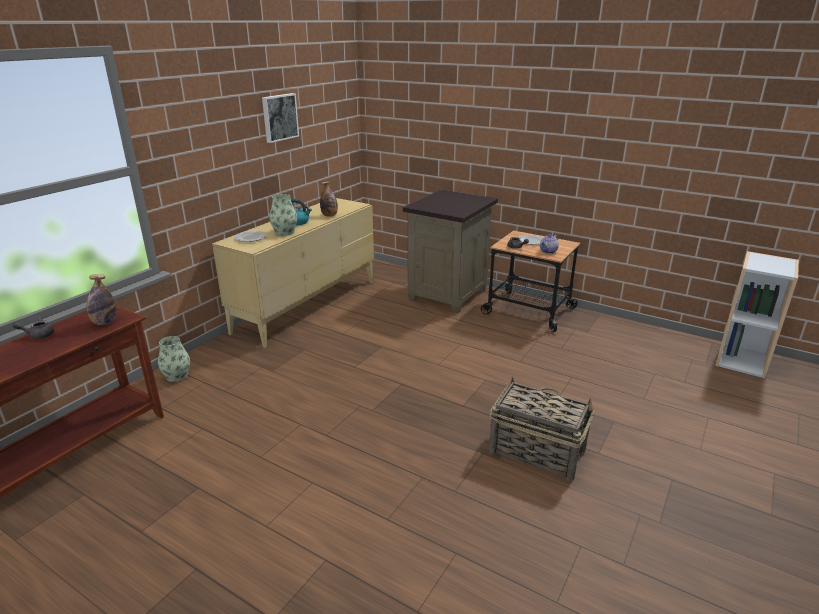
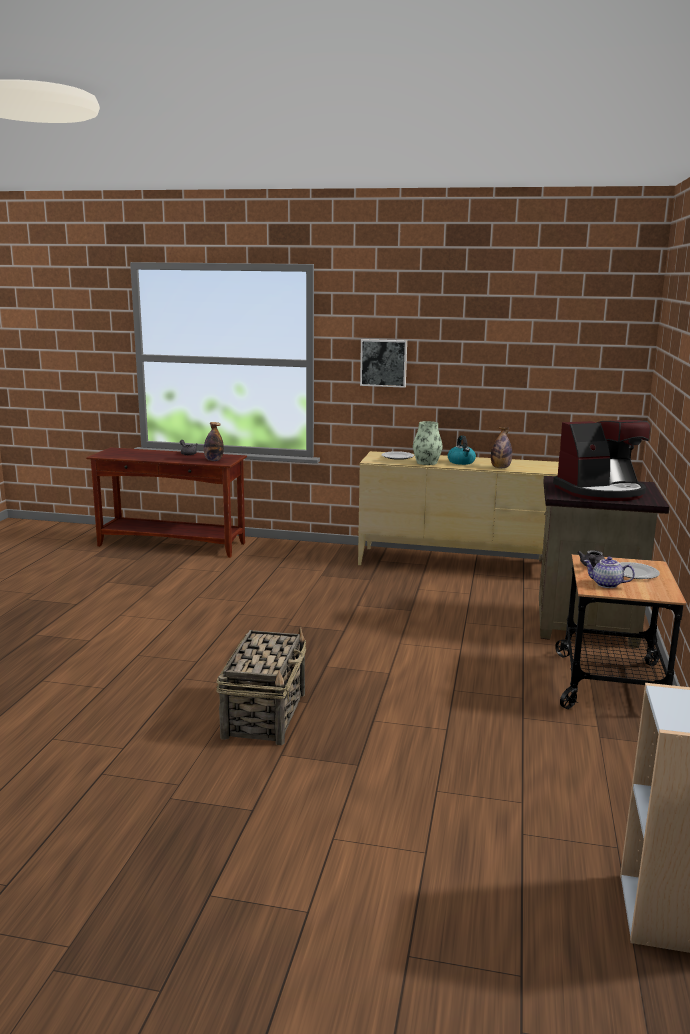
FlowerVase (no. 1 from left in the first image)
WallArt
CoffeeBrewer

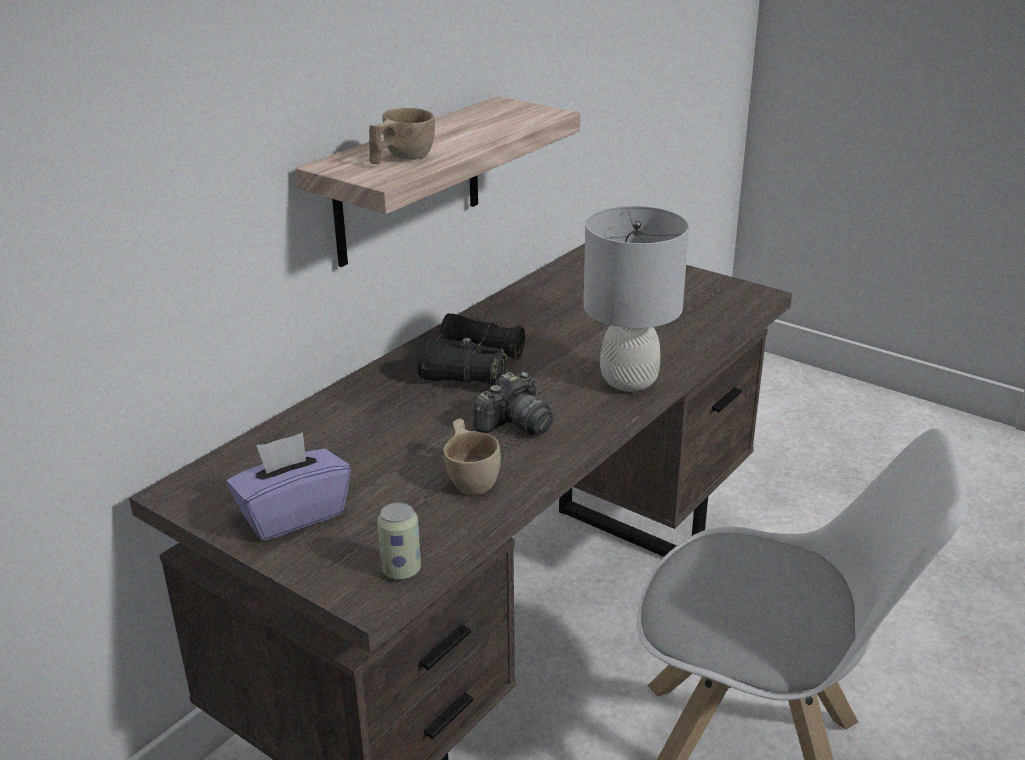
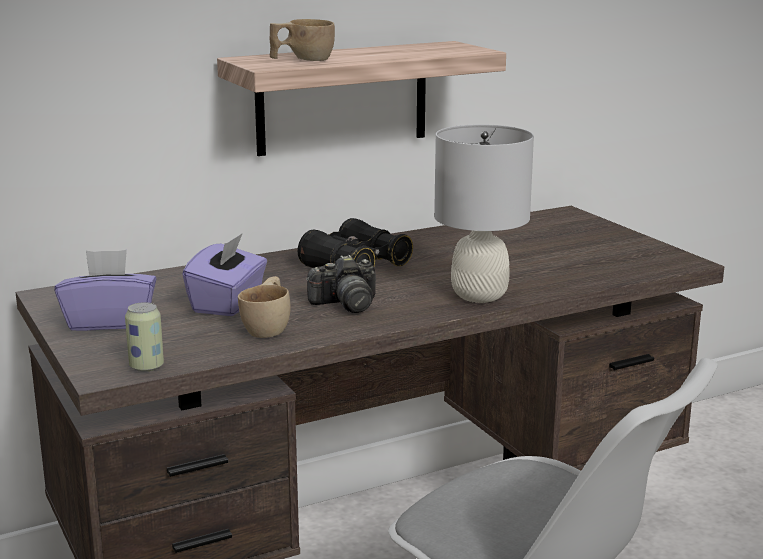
PurplishTissueBox (no. 2 from left)

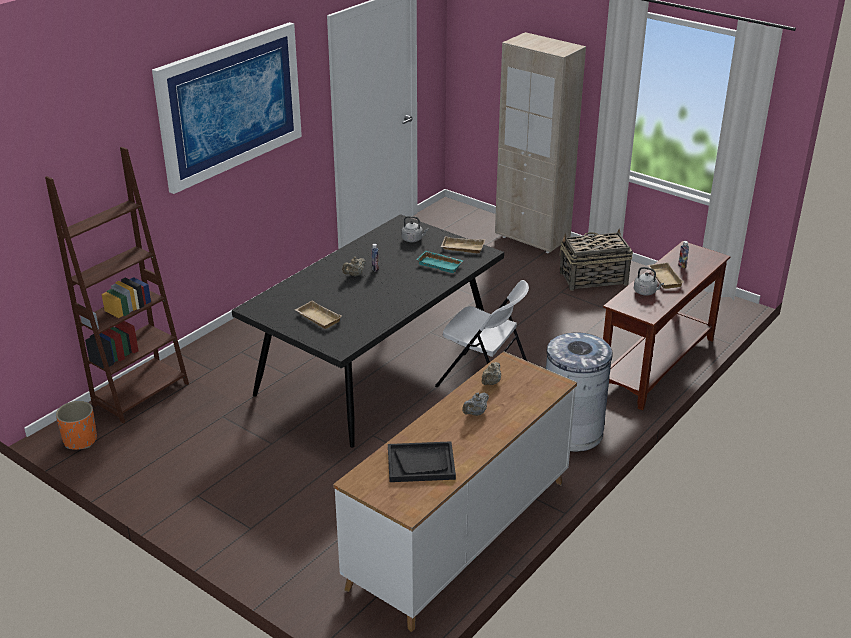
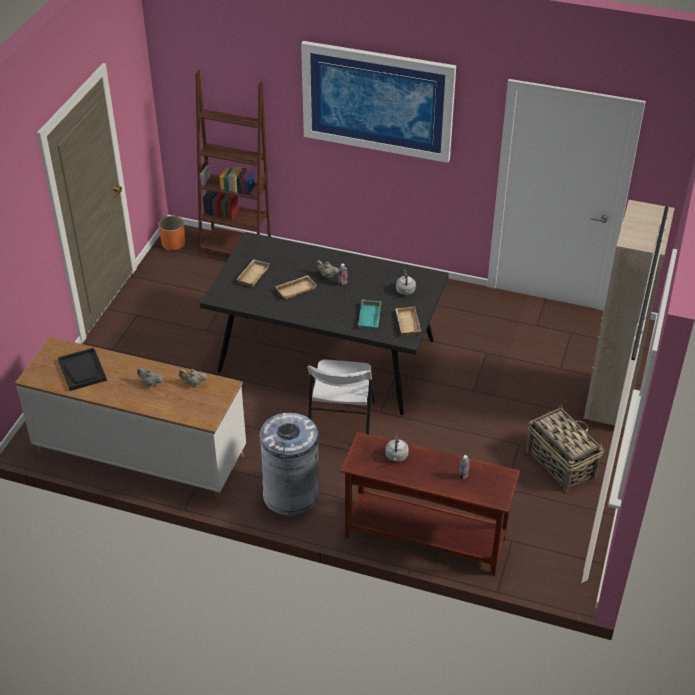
BeigeColouredServingTray (no. 2 from left)

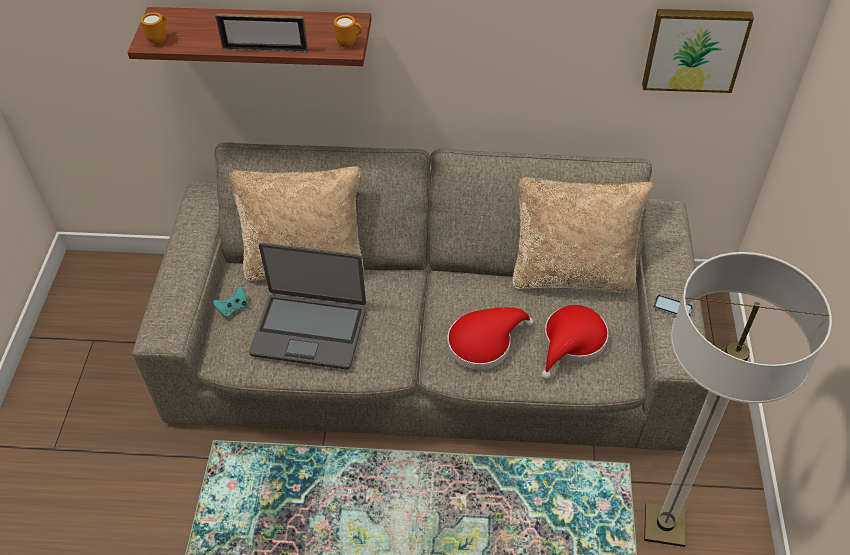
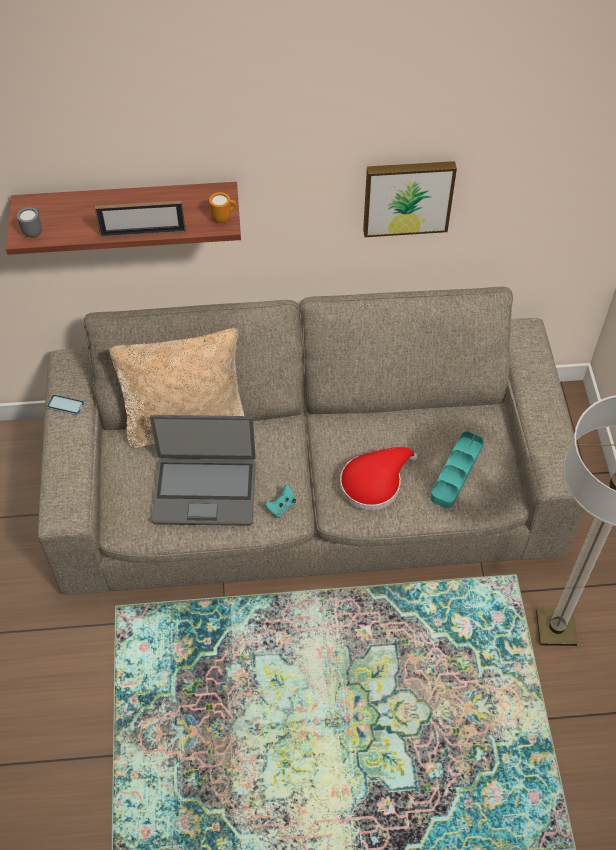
GreyTeaMug
TurquoiseColouredGamepad
BeigeColouredCushion (no. 2 from left in the first image)
TurquoiseColouredServingTray
WallArt
Handset

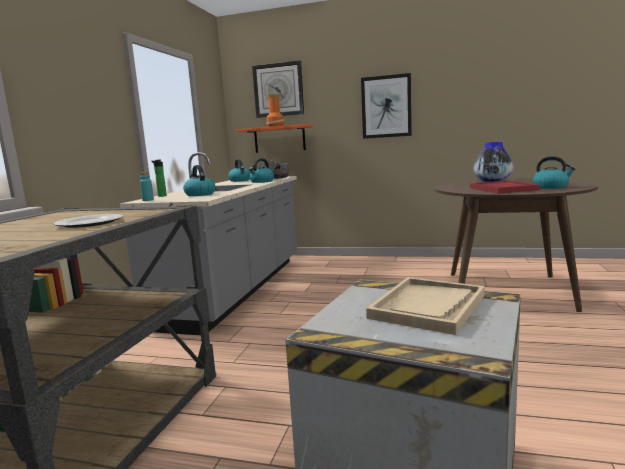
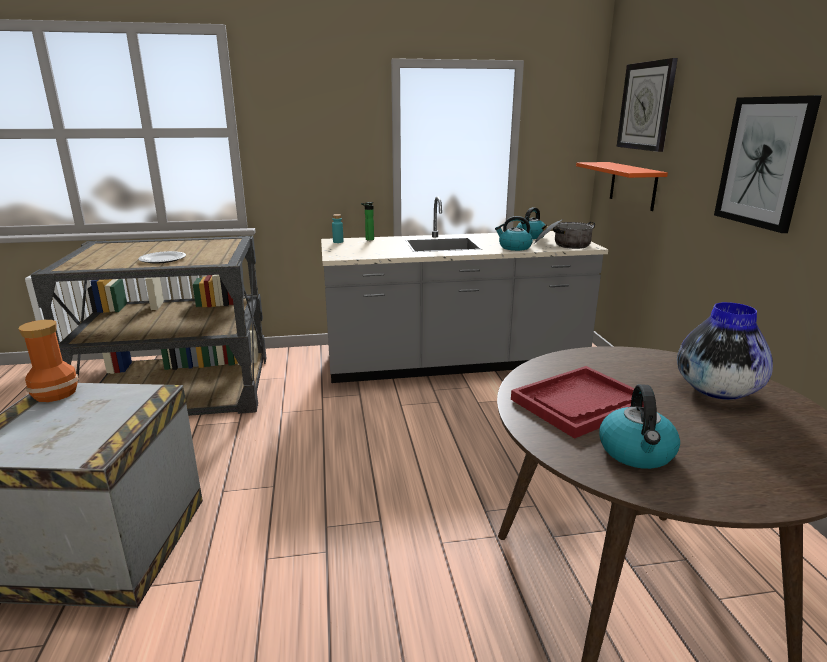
WaterKettle (no. 1 from left in the first image)
FlowerVase (no. 1 from left)
BeigeColouredServingTray

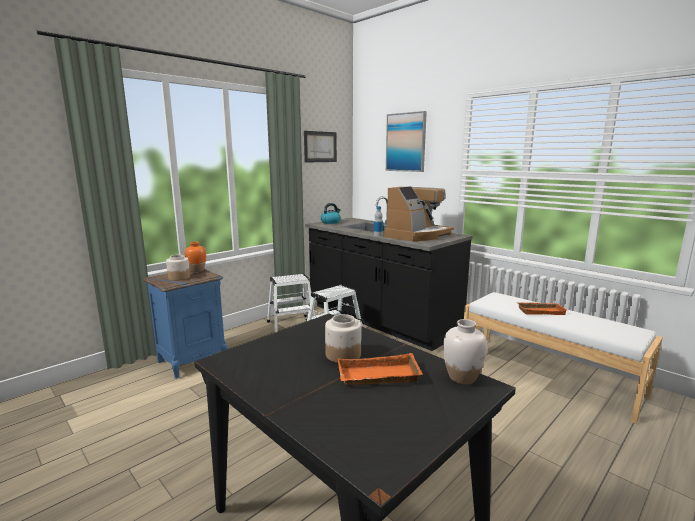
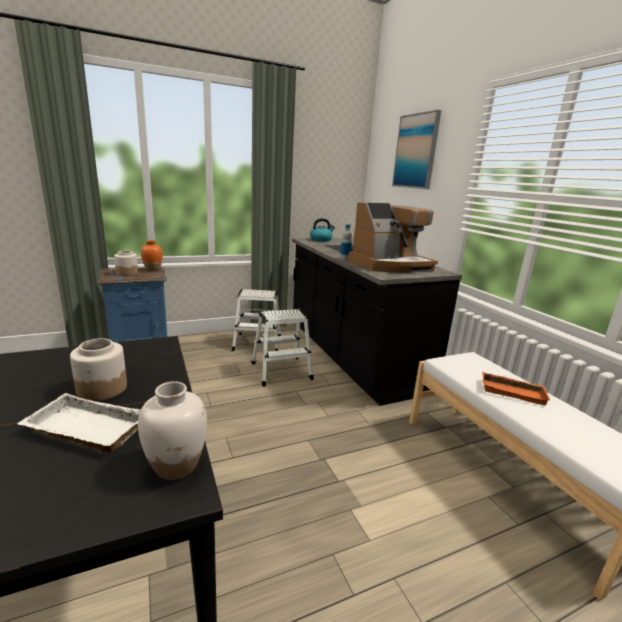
WallArt (no. 1 from left in the first image)
WhiteServingTray

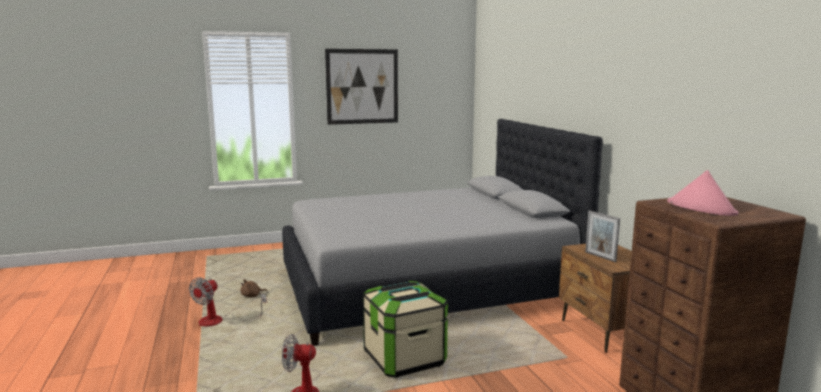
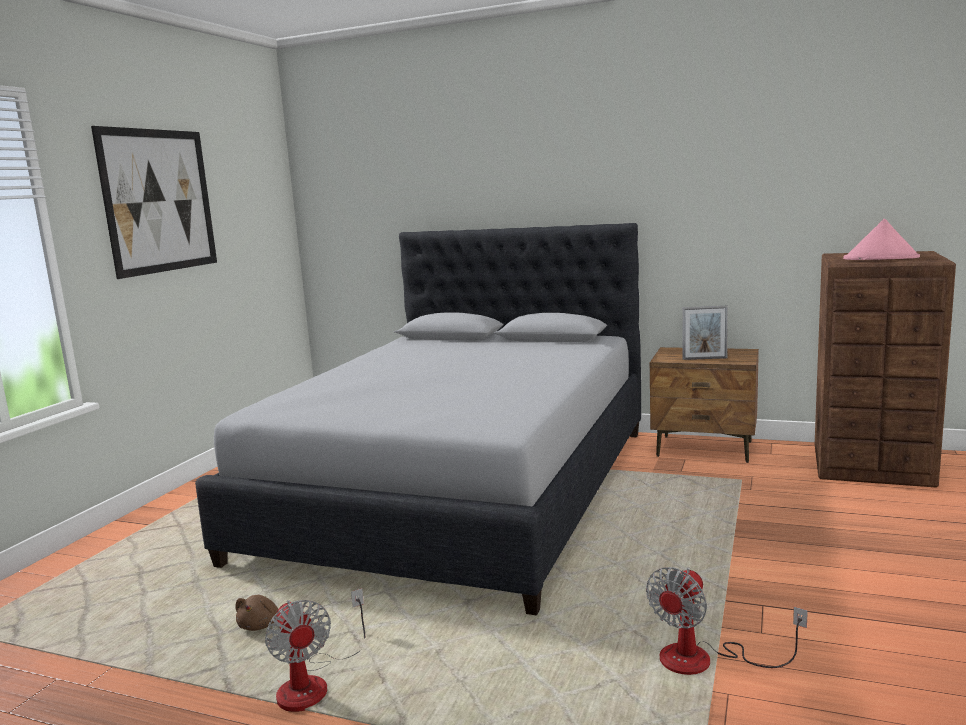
StorageBin

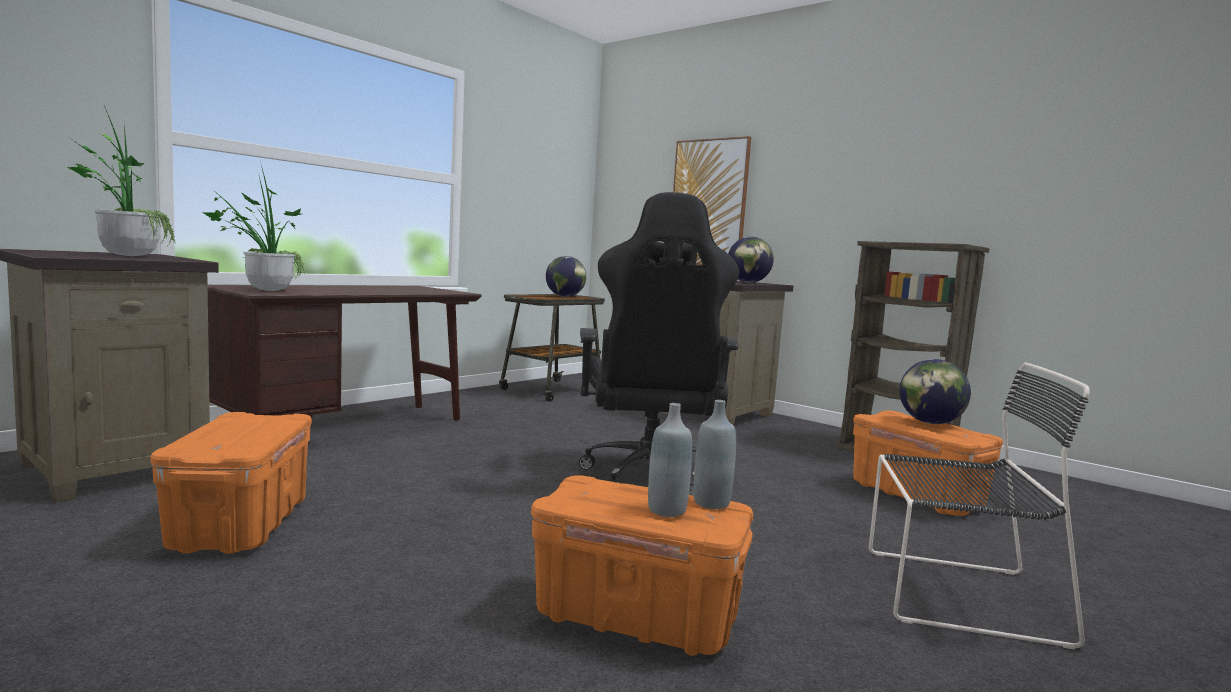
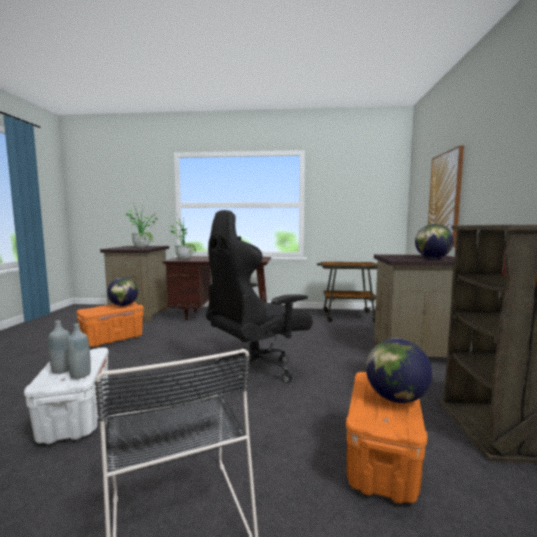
WhiteStorageBin
Globe (no. 1 from left)

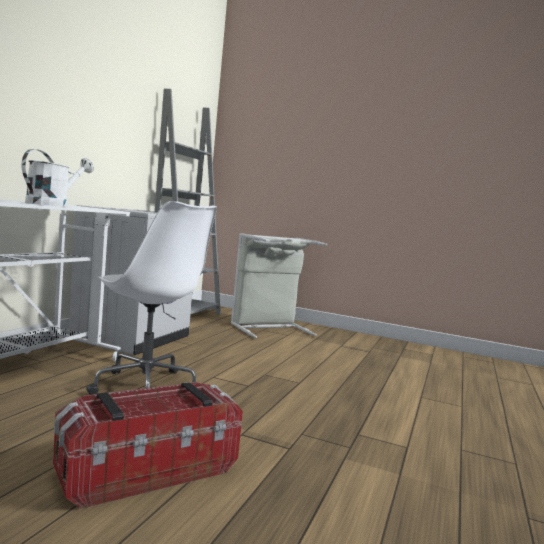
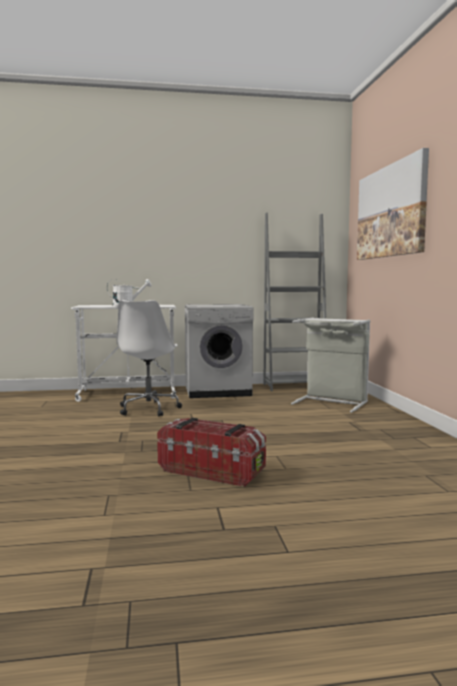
StorageBin
WallArt

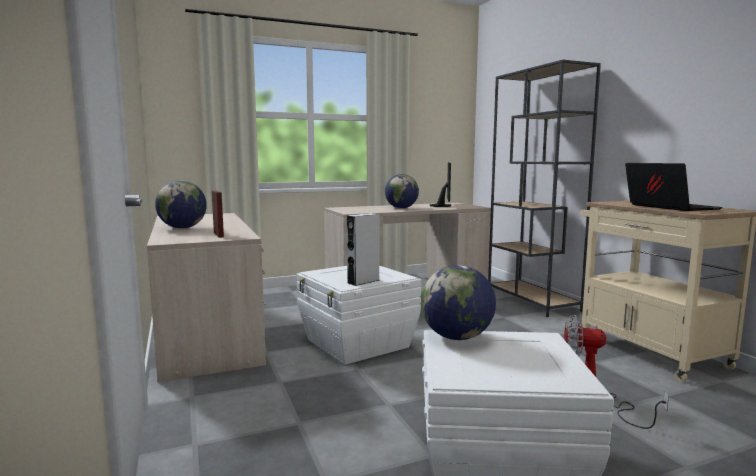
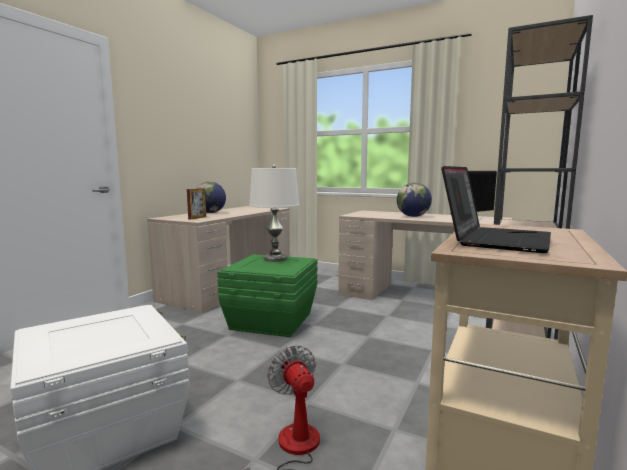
GreenishStorageBin
GreyAudioSpeaker
Globe (no. 3 from left in the first image)
WhiteTableLamp

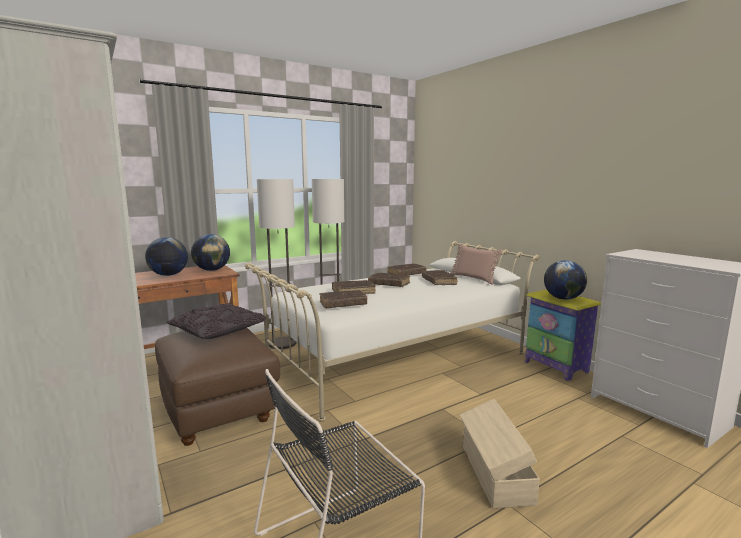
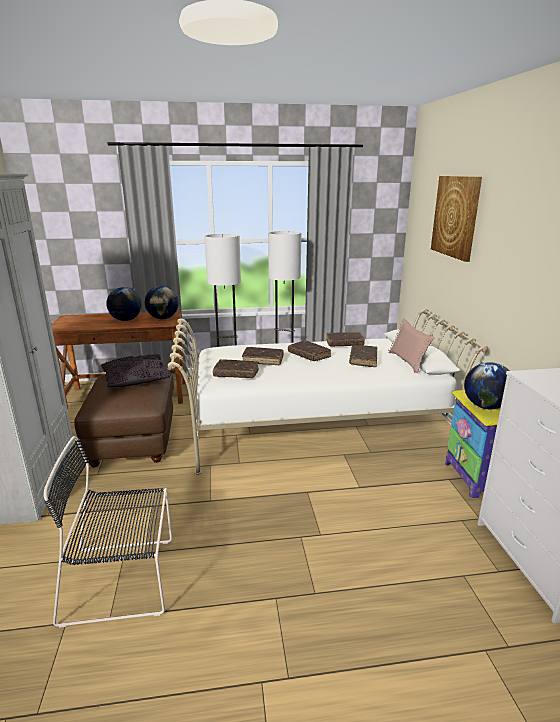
BeigeColouredStorageBin
WallArt

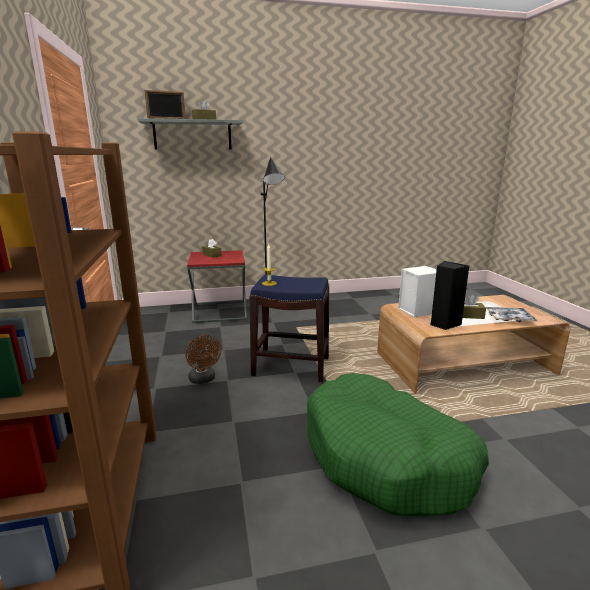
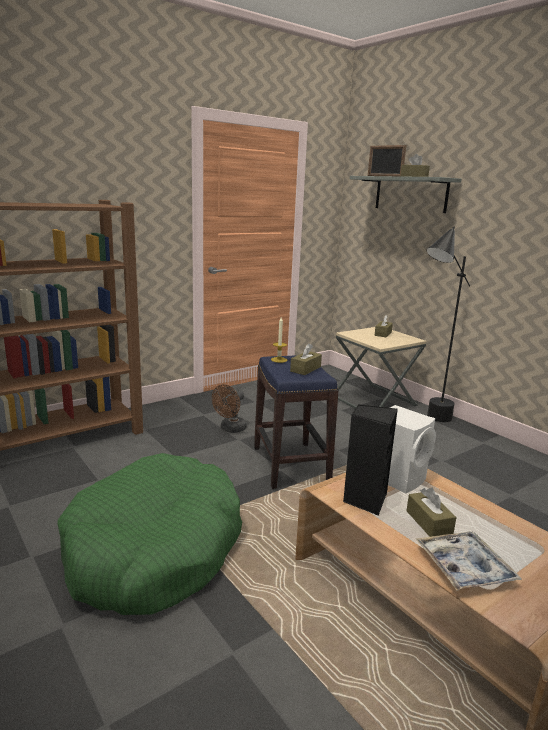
BeigeColouredEndTable
BrownishTissueBox (no. 1 from left)

